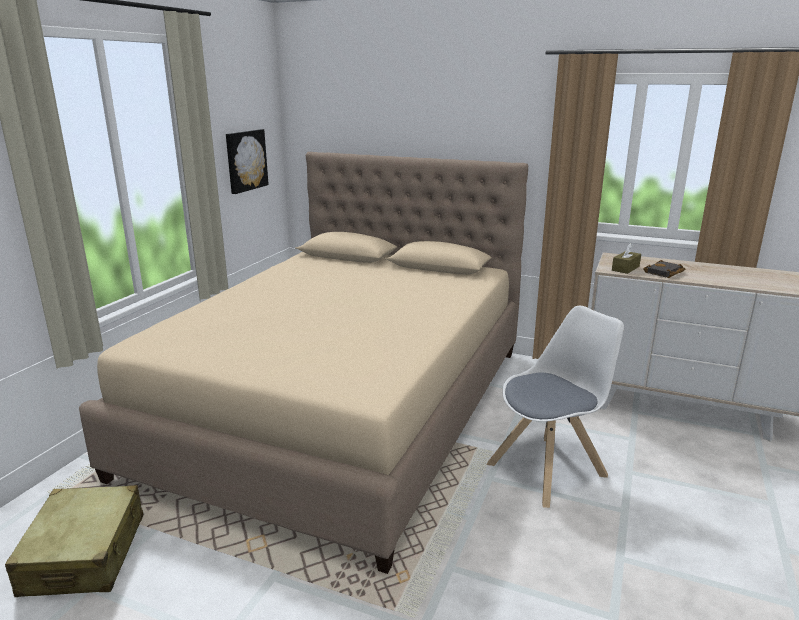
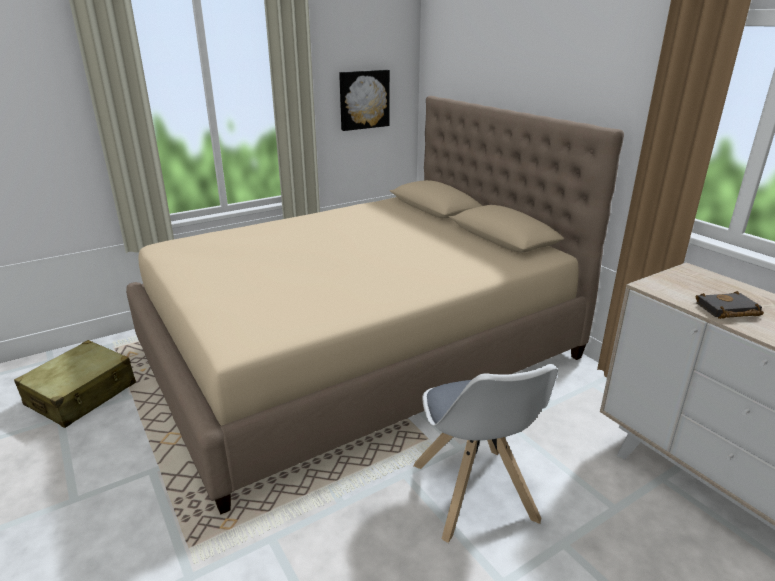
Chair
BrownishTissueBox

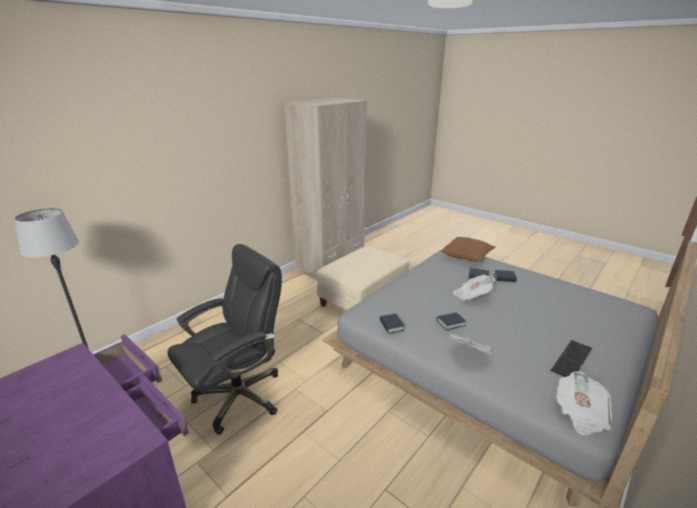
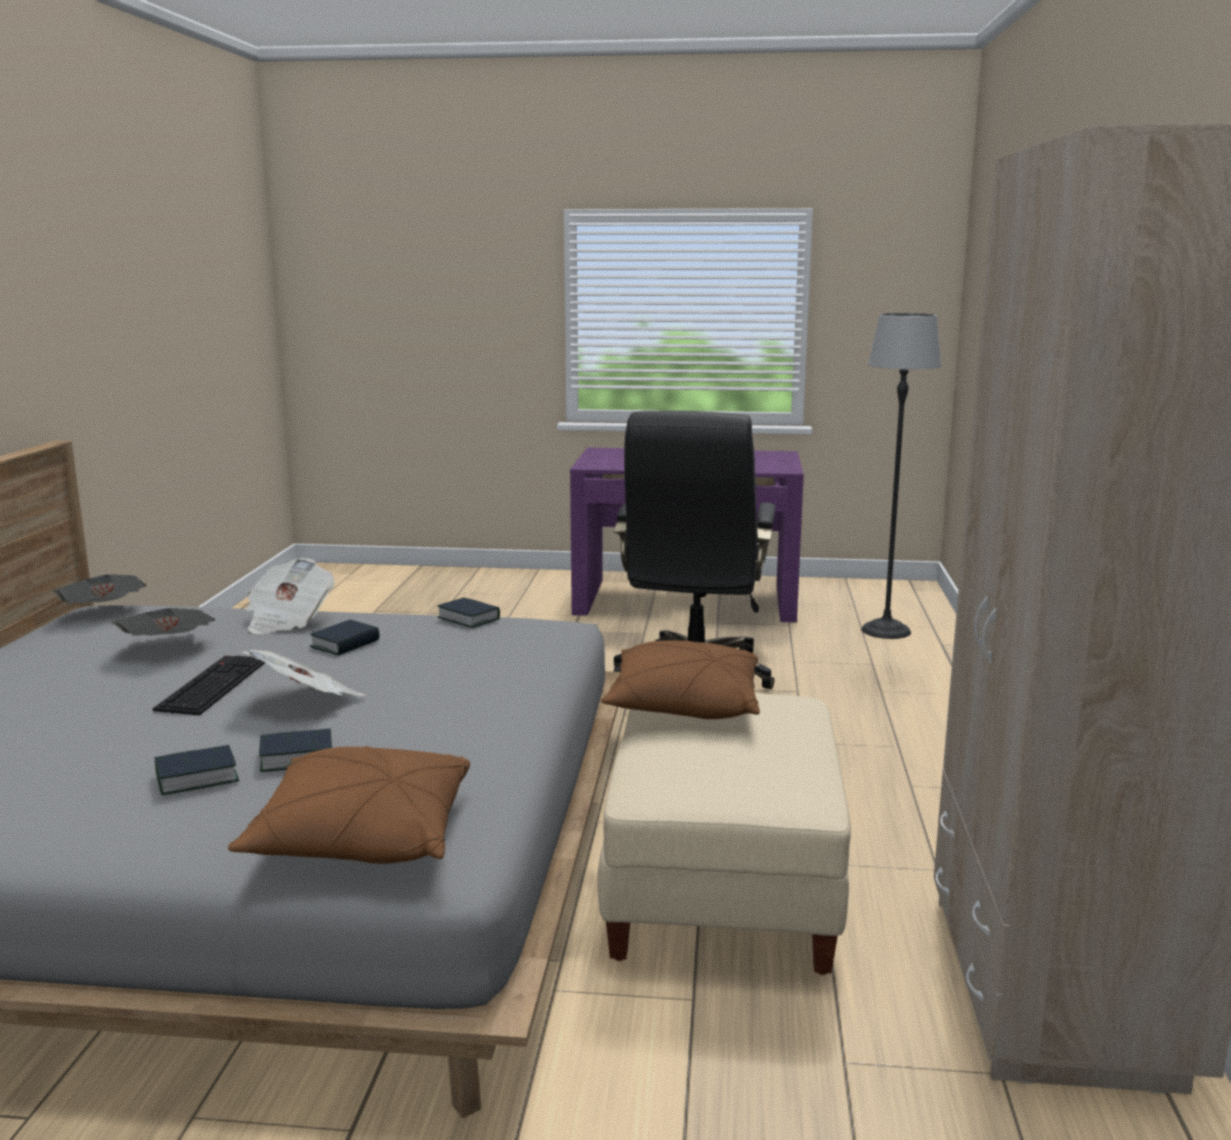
PcKeyboard
DailyPaper (no. 2 from left)
BrownishCushion (no. 2 from left)

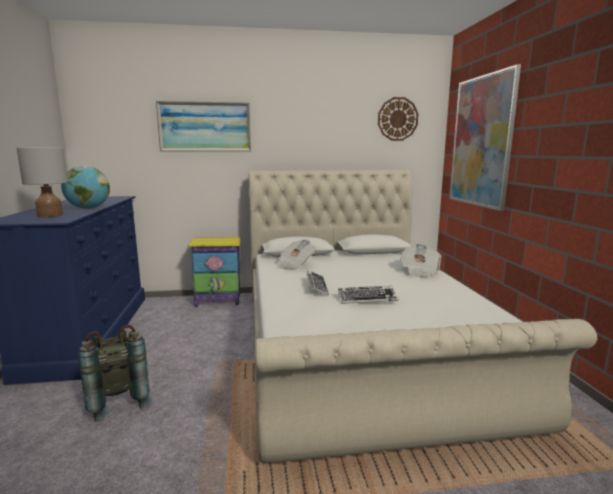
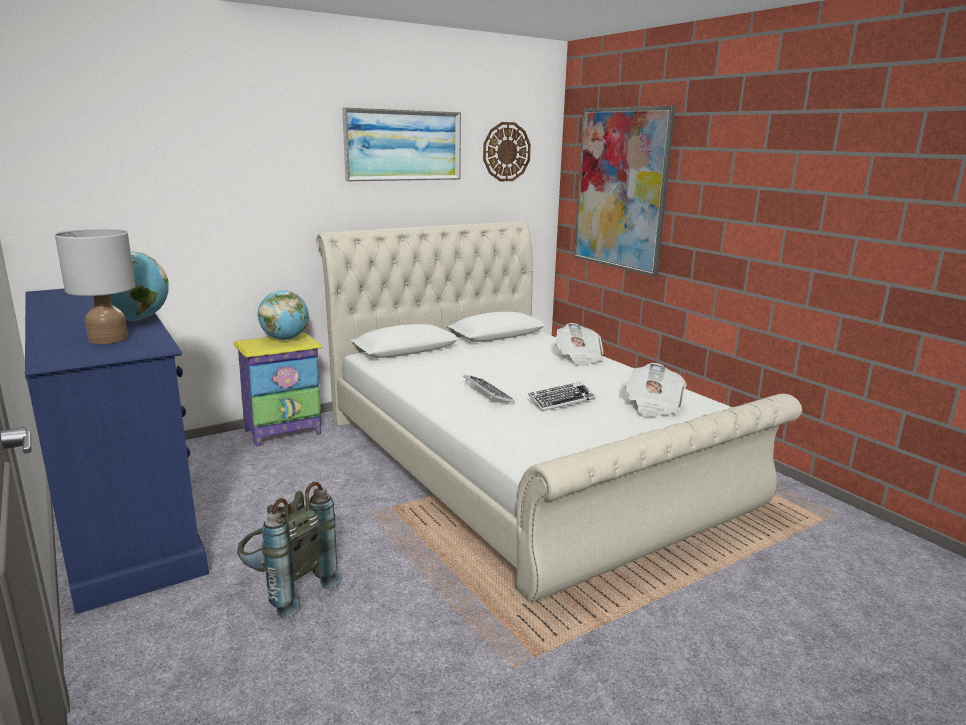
WallArt (no. 1 from left)
DailyPaper (no. 2 from left)
Globe (no. 2 from left)

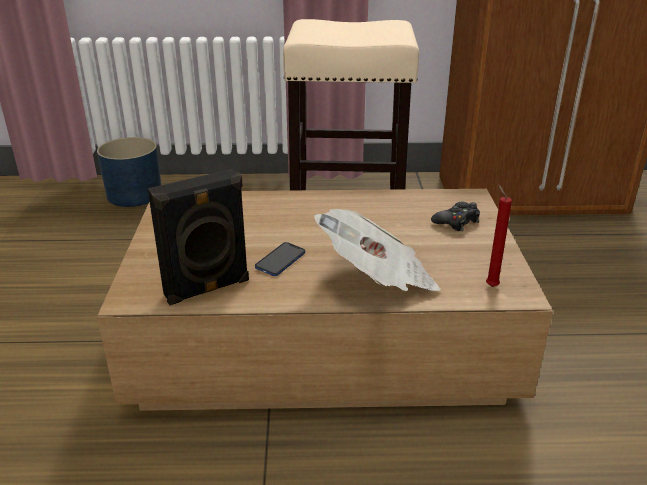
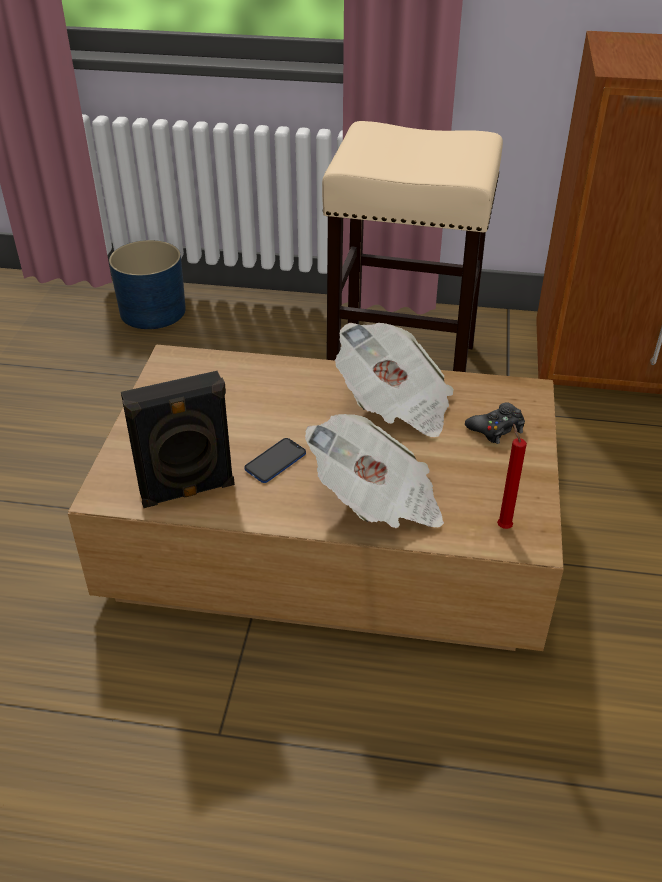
DailyPaper (no. 2 from left)

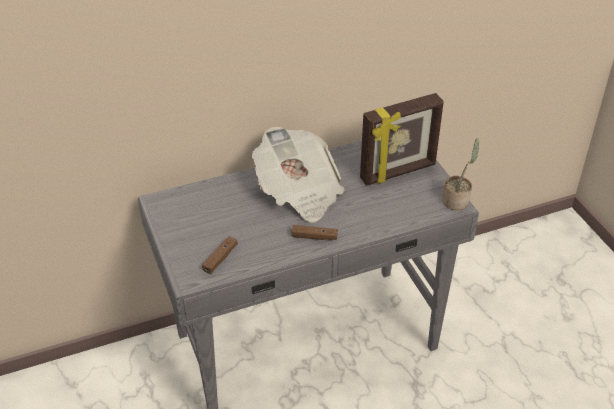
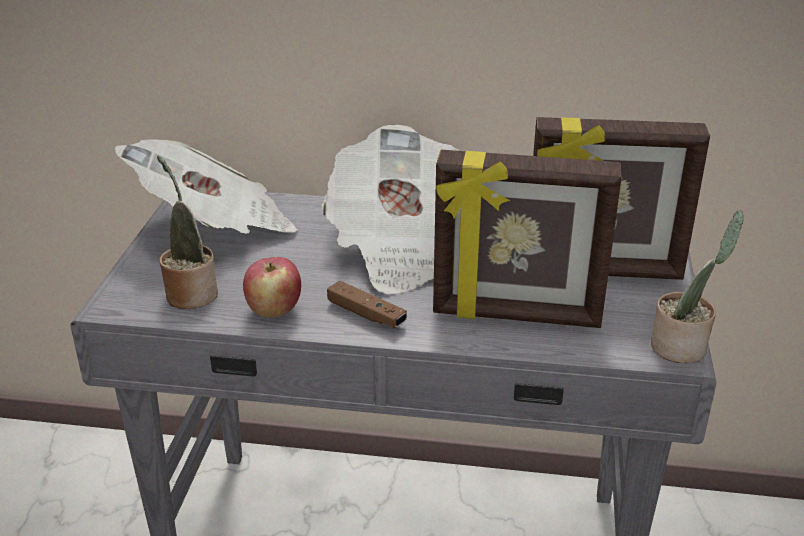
PottedPlant (no. 1 from left)
DailyPaper (no. 1 from left)
AppleFruit
PictureFrame (no. 1 from left)

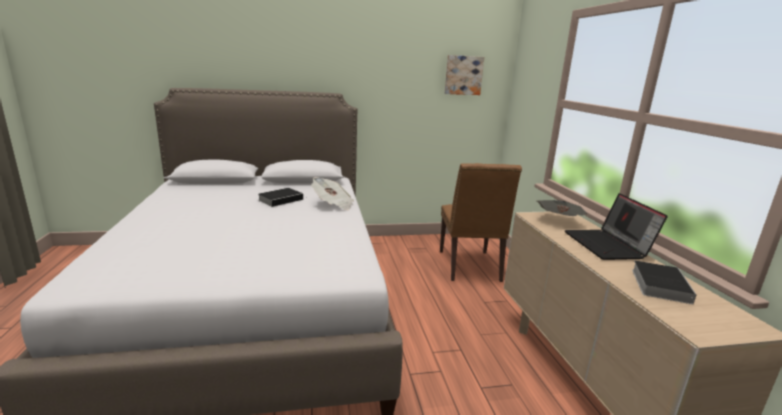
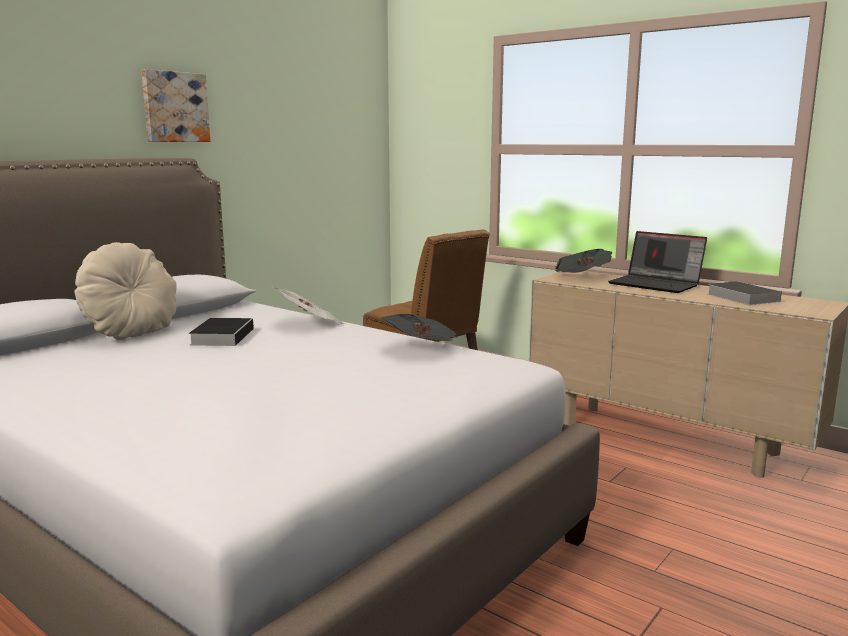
WallArt
BeigeColouredCushion
DailyPaper (no. 2 from left)

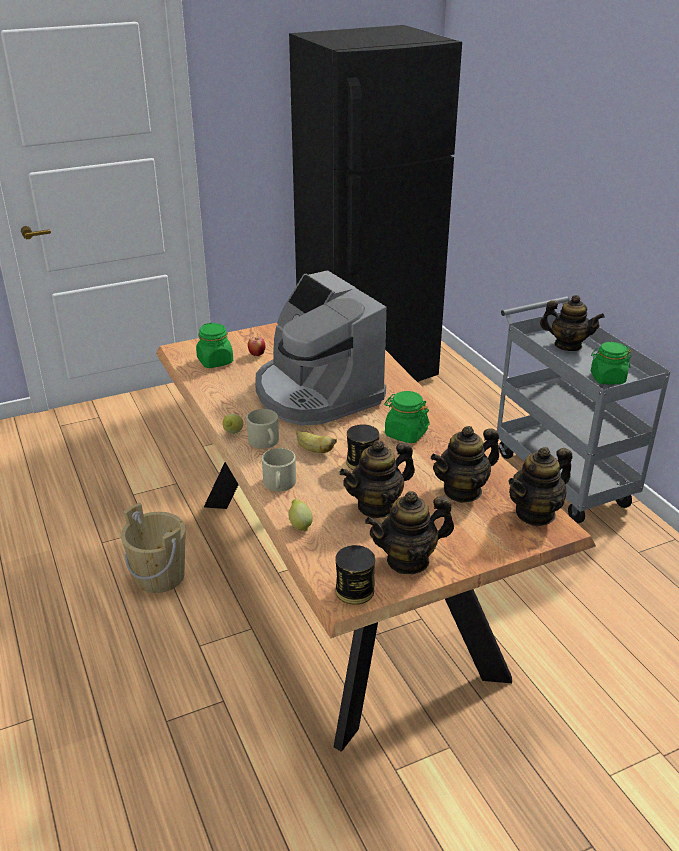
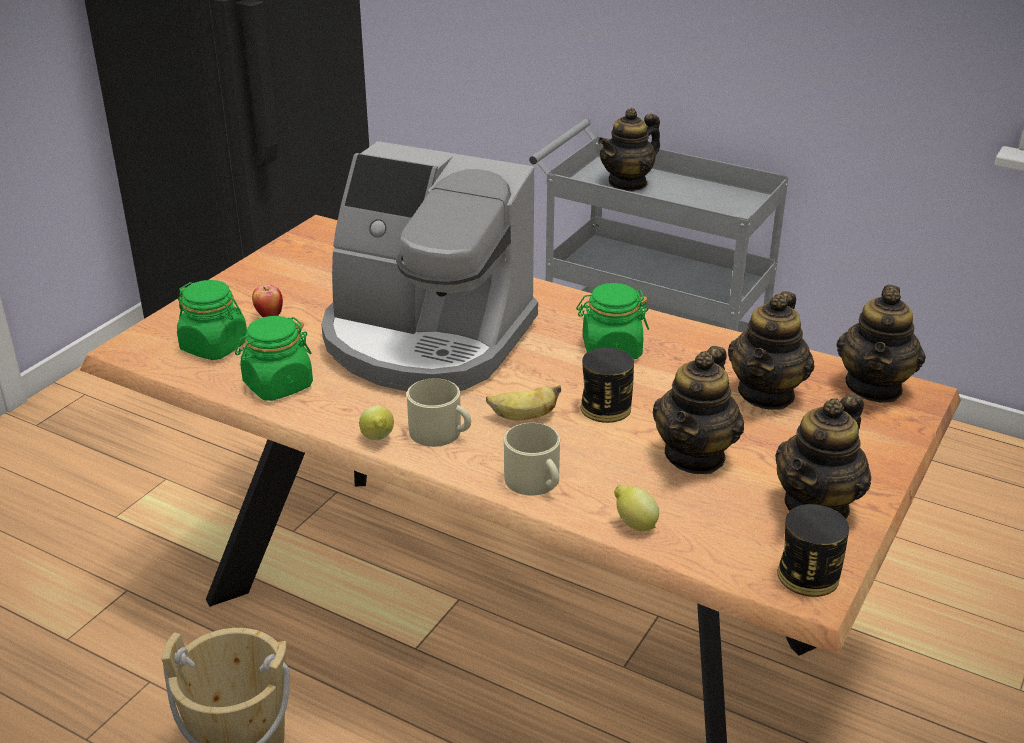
PotForTea (no. 1 from left)
GreenishPreserveJar (no. 2 from left)

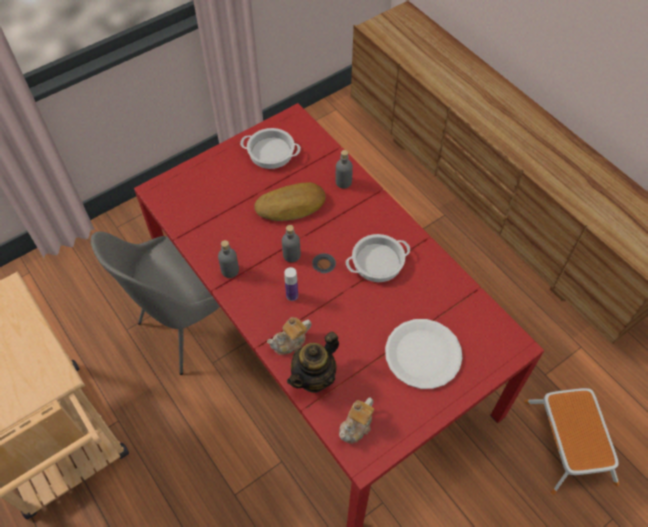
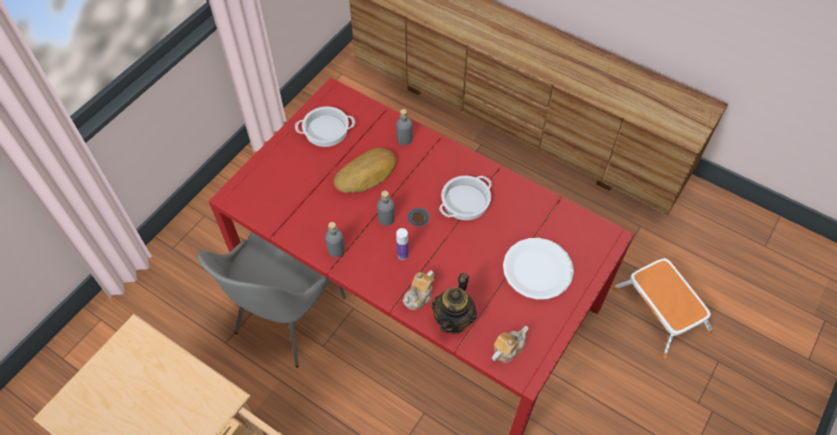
PotForTea (no. 3 from left)

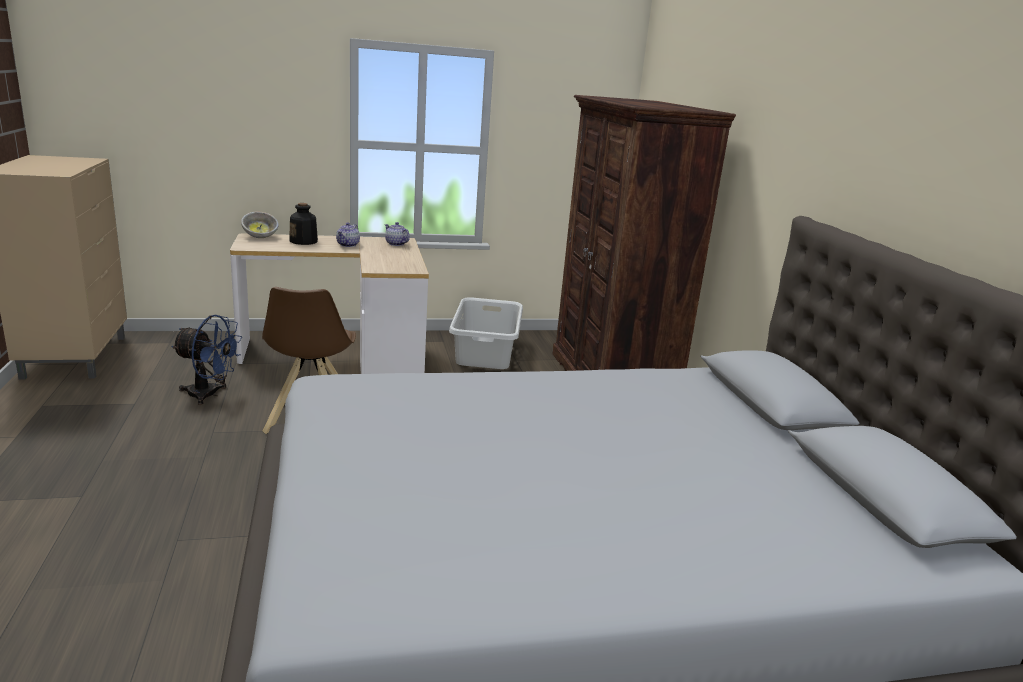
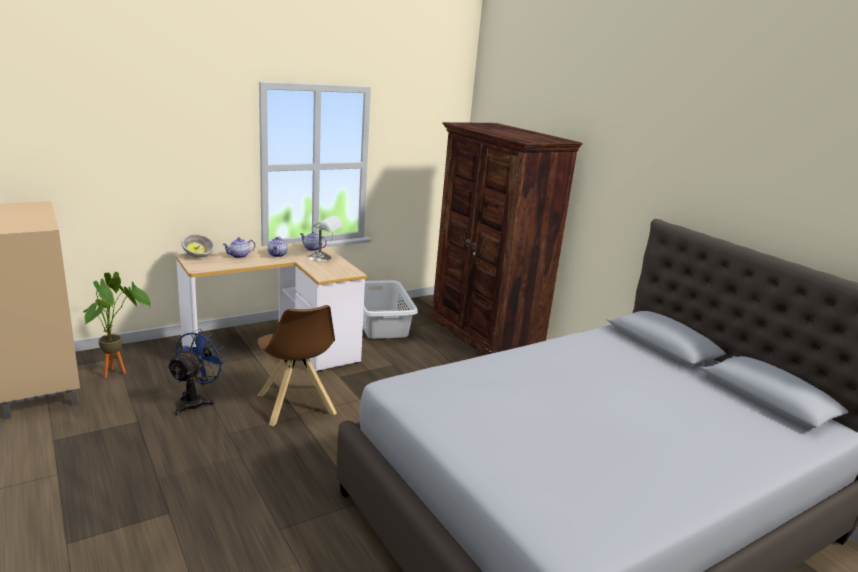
BluishElectricFan
PotForTea (no. 1 from left)
PottedPlant
WhiteTableLamp

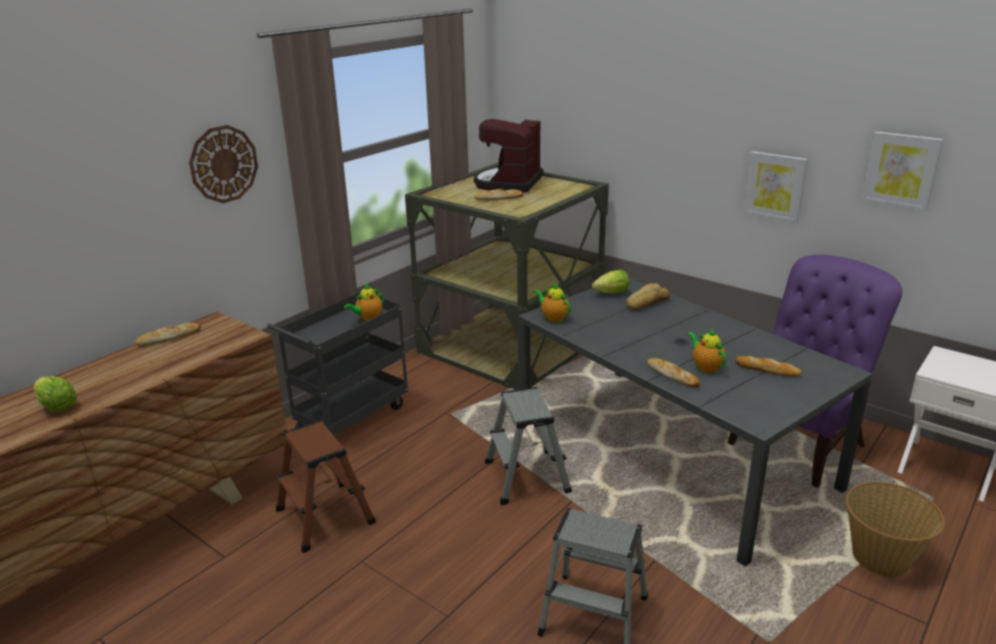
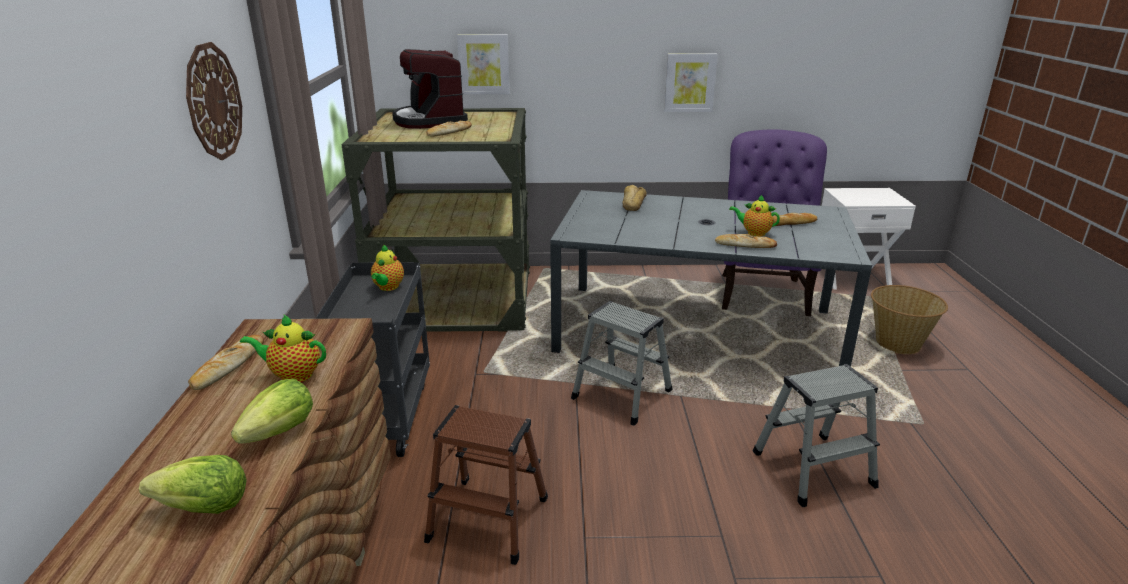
PotForTea (no. 1 from left)
LettuceHead (no. 2 from left)
WallArt (no. 1 from left)

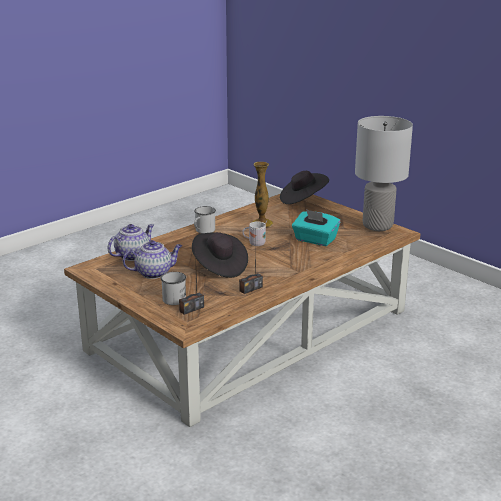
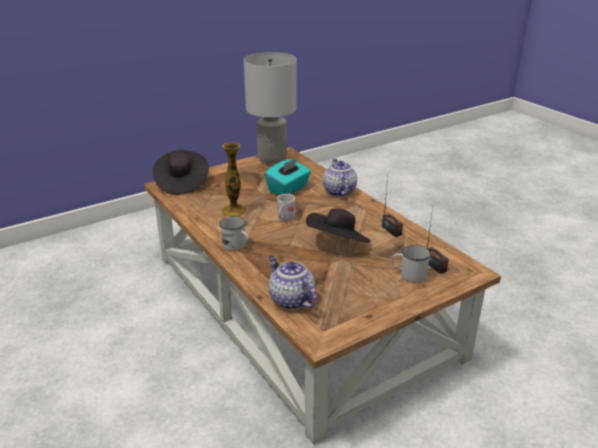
PotForTea (no. 2 from left)

